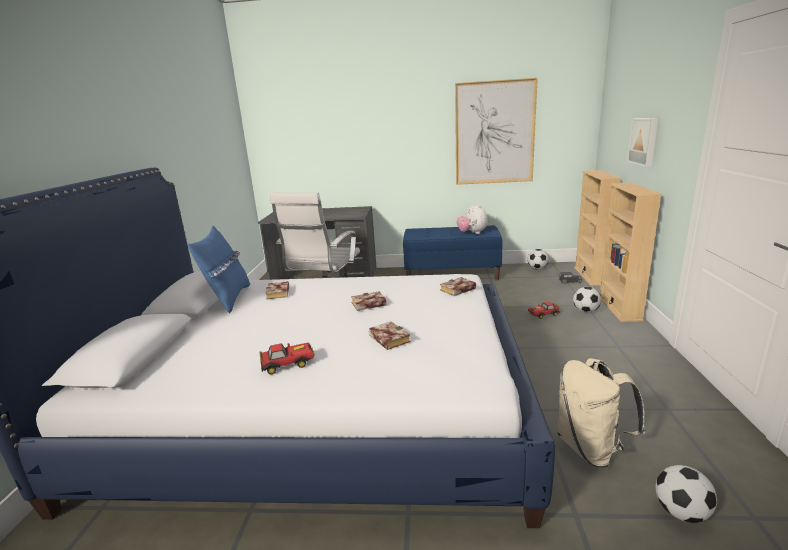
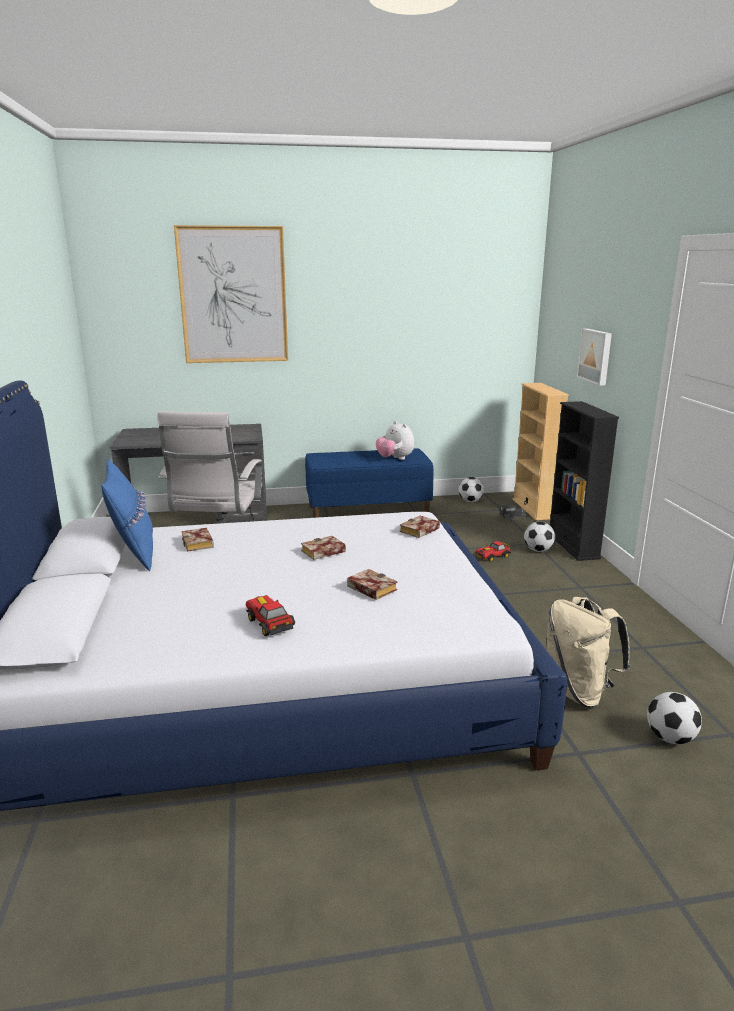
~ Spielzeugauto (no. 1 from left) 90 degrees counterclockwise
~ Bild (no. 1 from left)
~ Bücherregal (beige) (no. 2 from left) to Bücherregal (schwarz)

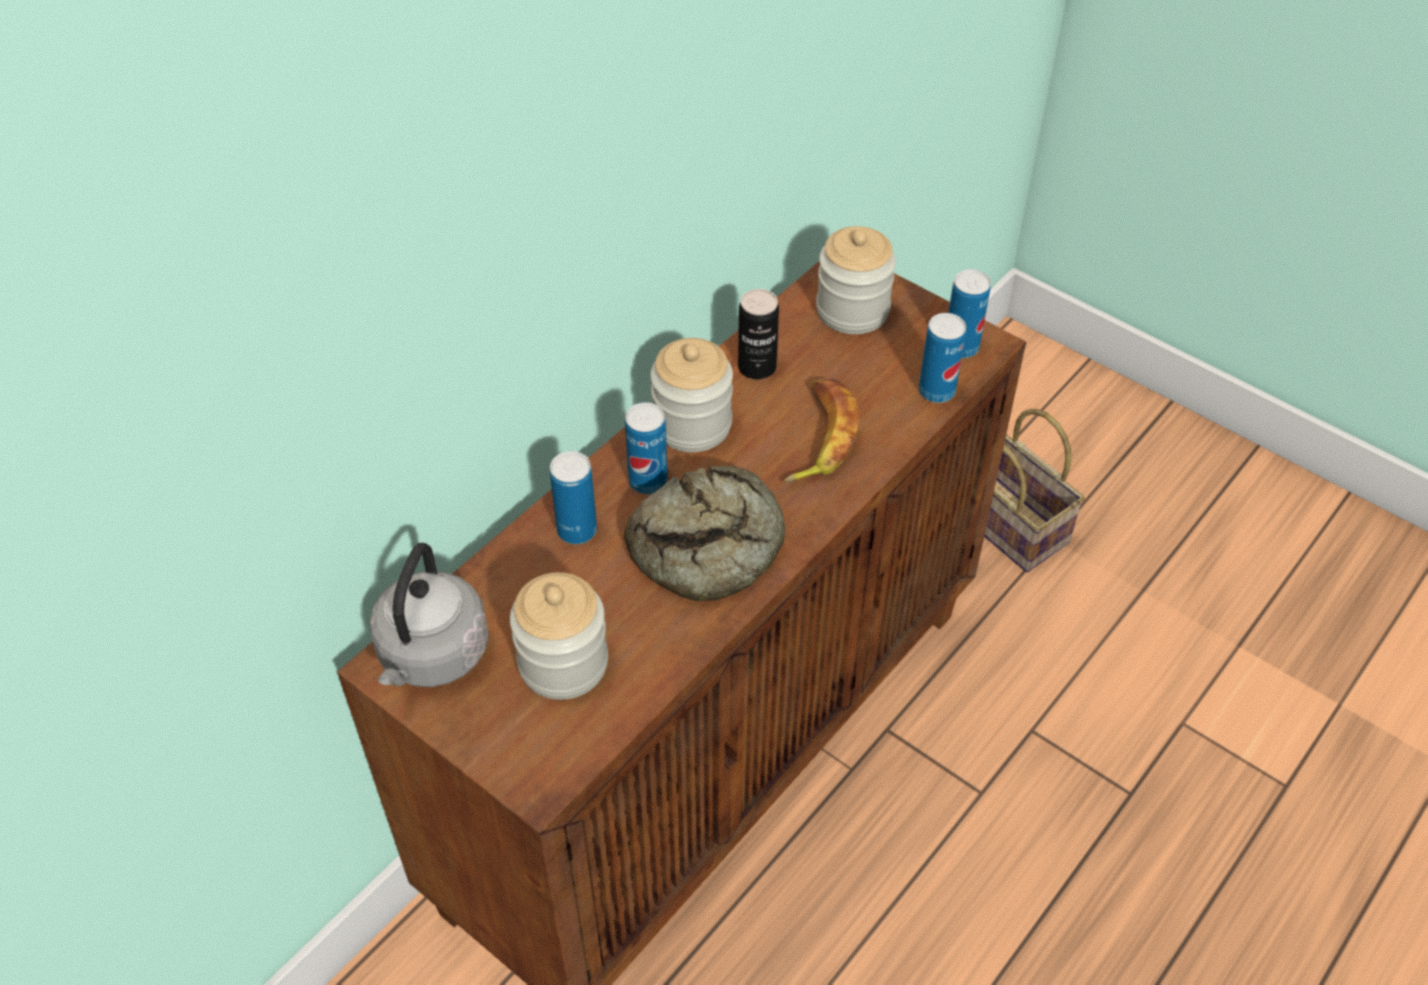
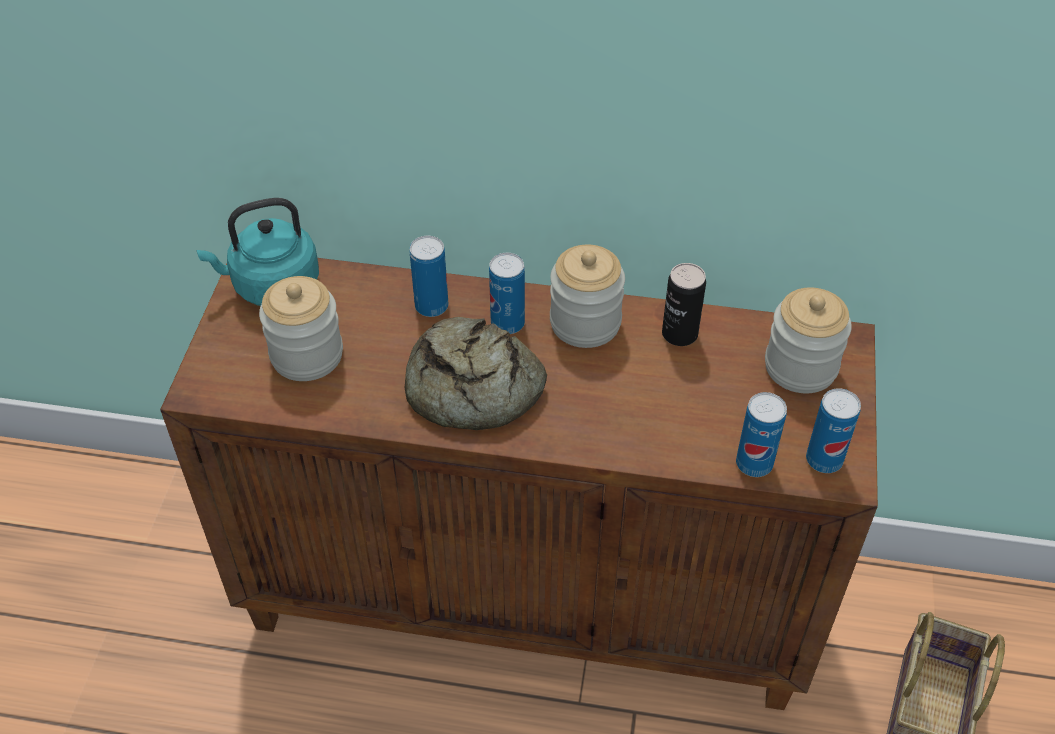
~ Wasserkessel (grau) to Wasserkessel (türkis)
- Banane

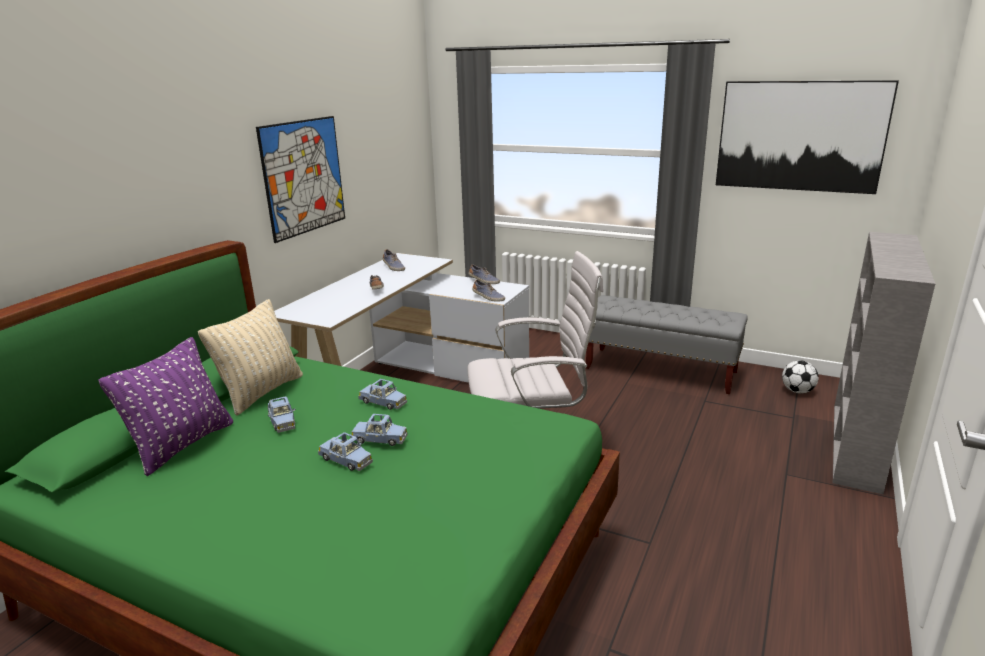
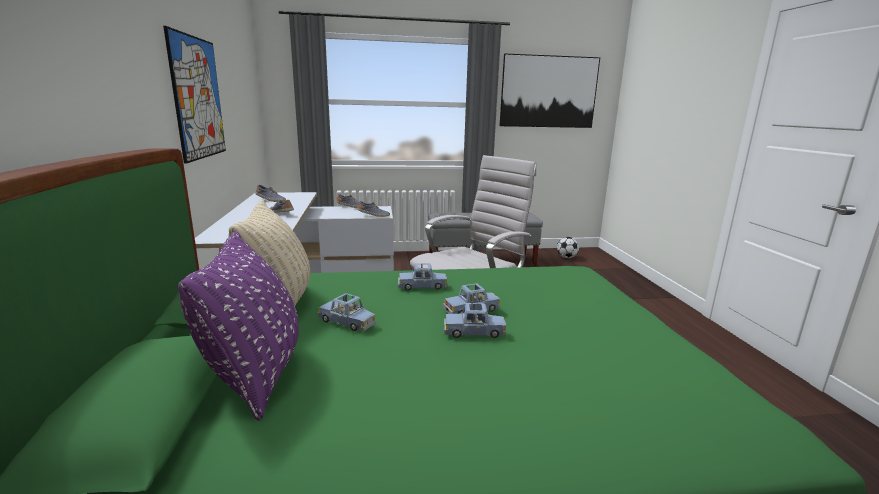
- Bücherregal (grau)

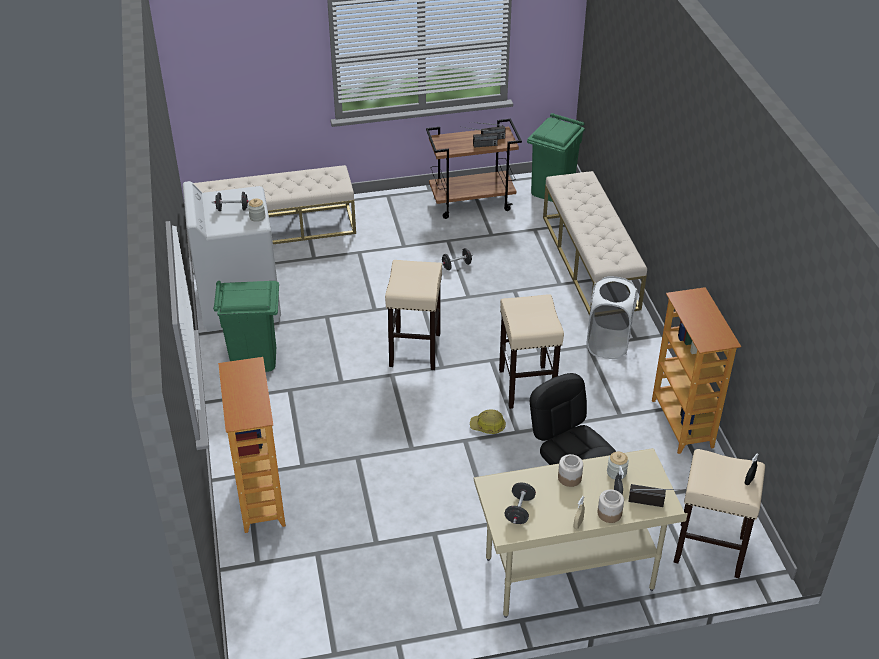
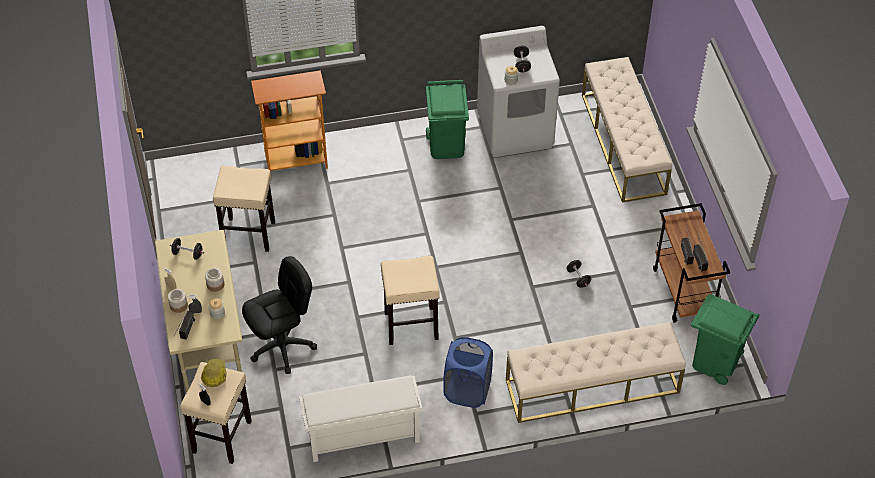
~ Hocker (beige) (no. 1 from left in the first image) to Hocker (beige) (no. 2 from left)
~ Schutzhelm
~ Wäschekorb (weiß) to Wäschekorb (blau)
~ Bücherregal (no. 2 from left) to Schuhregal (weiß)

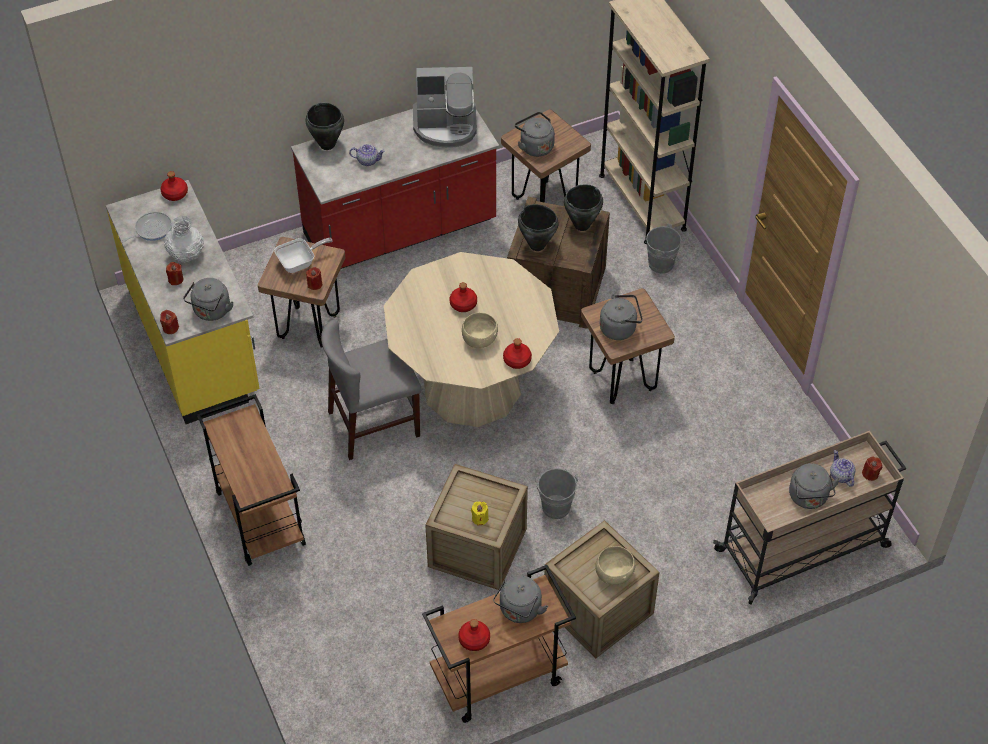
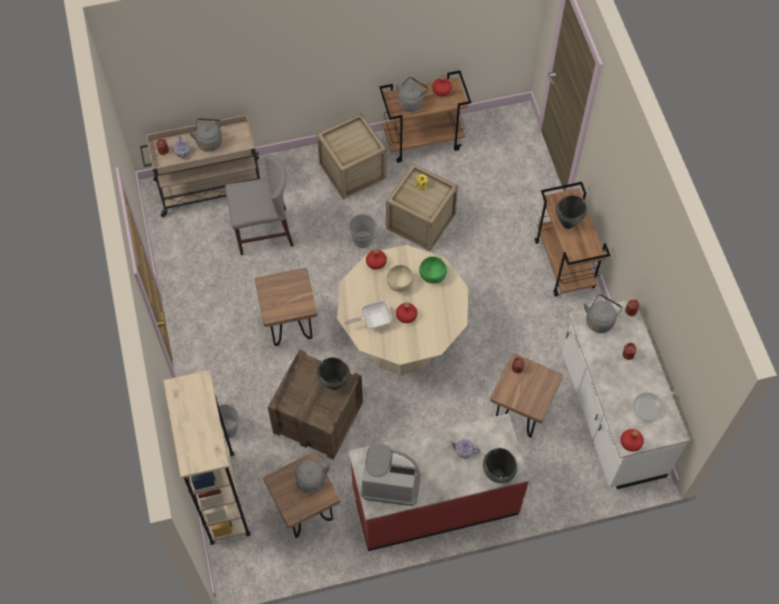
~ Küchenzeile (gelb) to Küchenzeile (weiß)
- Vase (weiß)
~ Pfanne (no. 2 from left in the first image) to Pfanne (no. 1 from left)
~ Stuhl (grau)
~ Kochtopf (schwarz) (no. 3 from left)
- Schüssel (beige) (no. 2 from left)
- Wasserkessel (grau) (no. 4 from left)
+ Schüssel (grün)

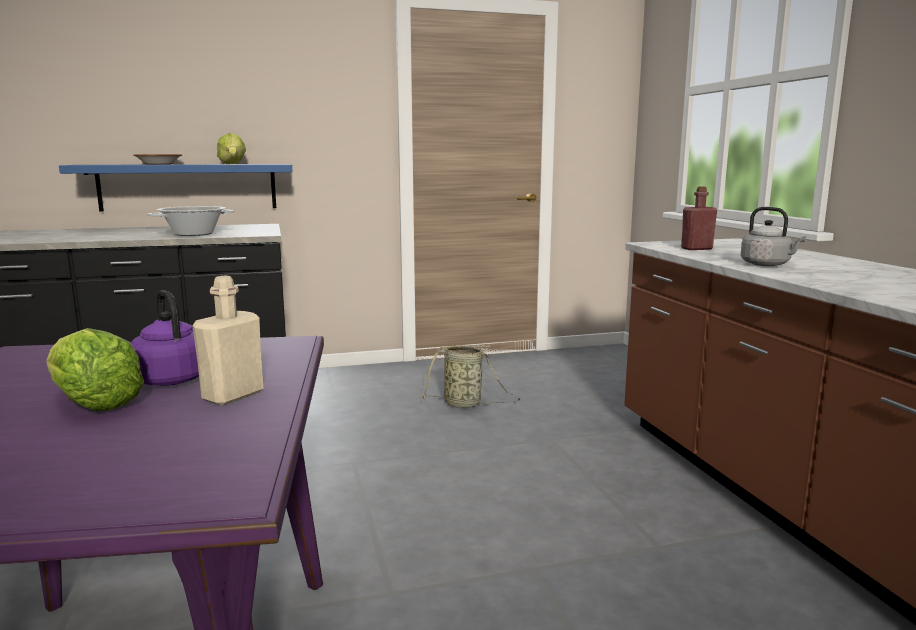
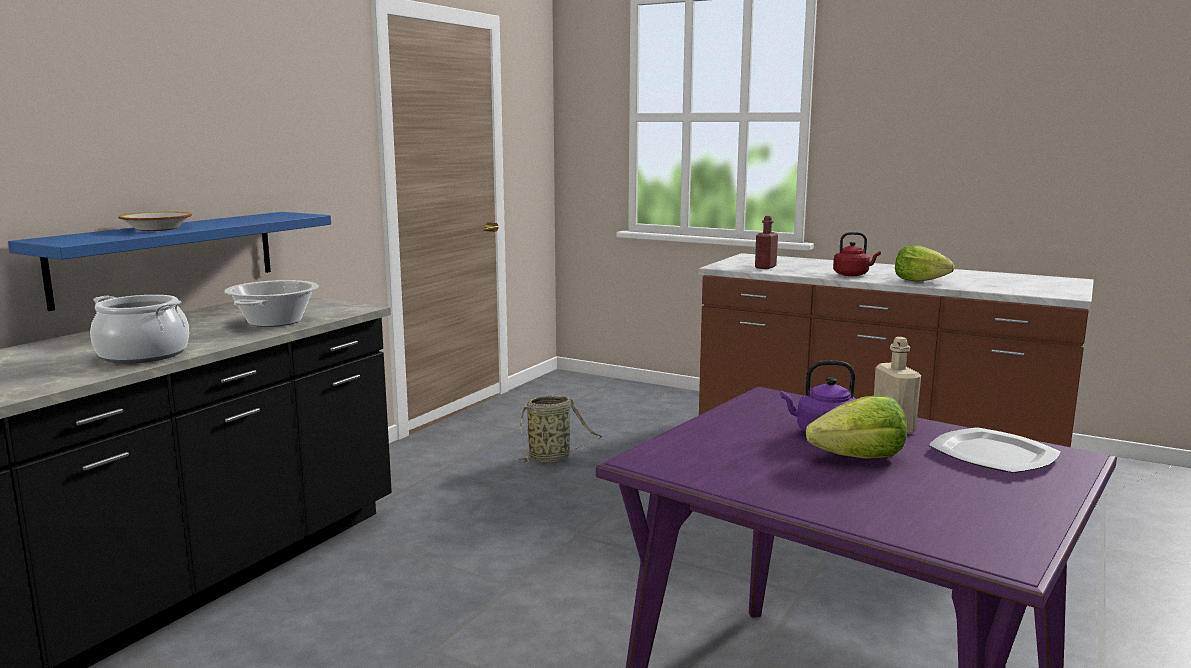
~ Salatkopf (no. 2 from left)
~ Wasserkessel (grau) to Wasserkessel (rot)
+ Kochtopf (no. 1 from left)
+ Teller

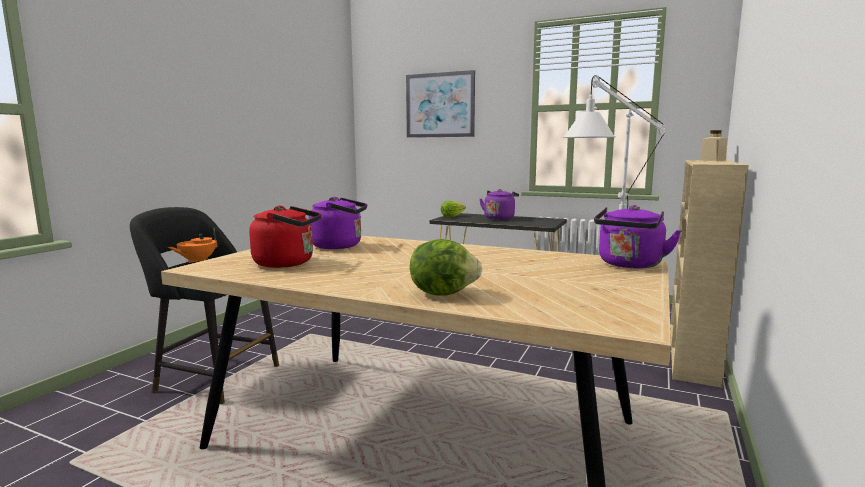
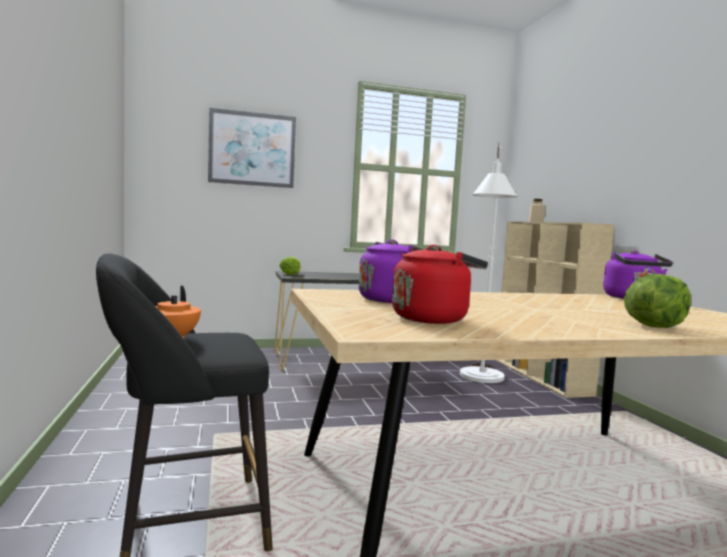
- Wasserkessel (lila) (no. 2 from left)

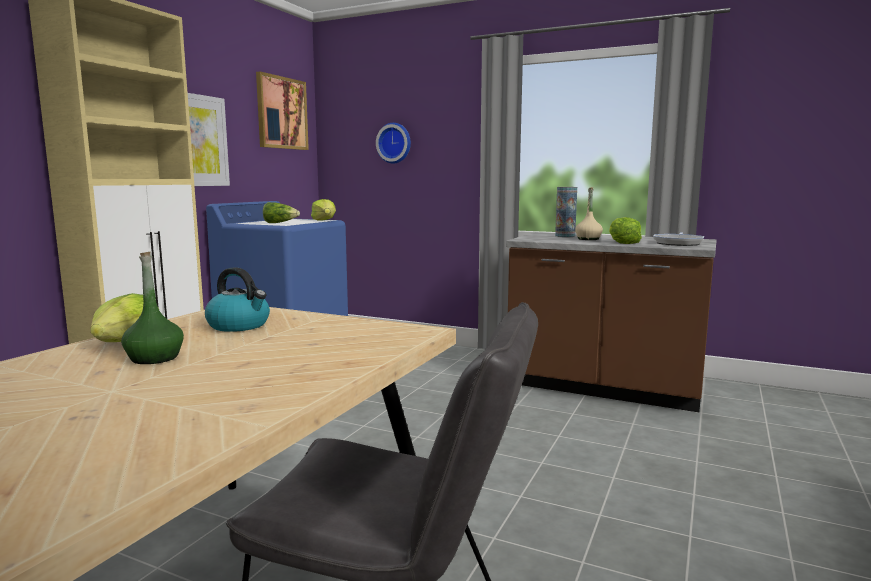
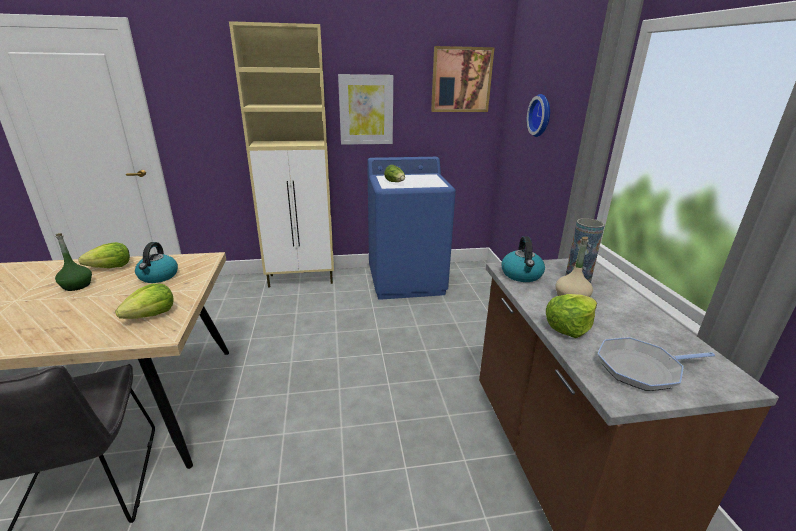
~ Salatkopf (no. 3 from left in the first image) to Salatkopf (no. 2 from left)
+ Wasserkessel (no. 2 from left)

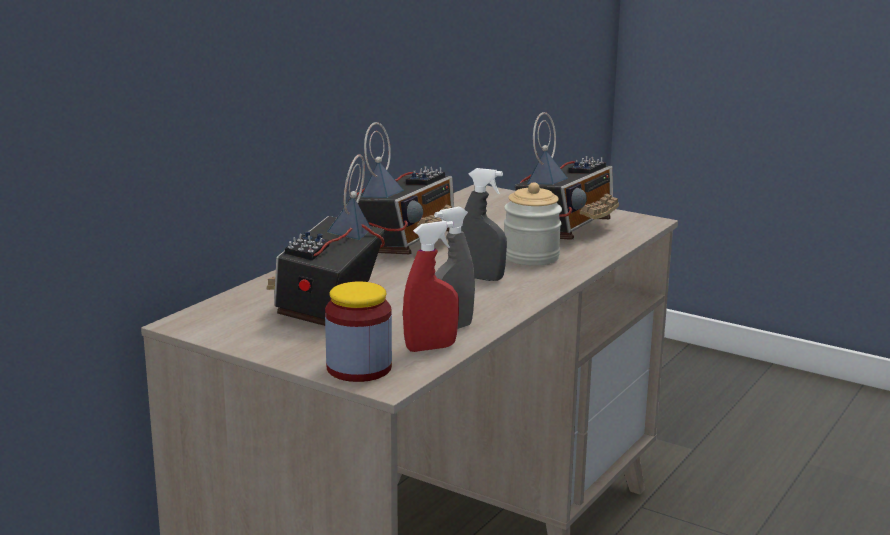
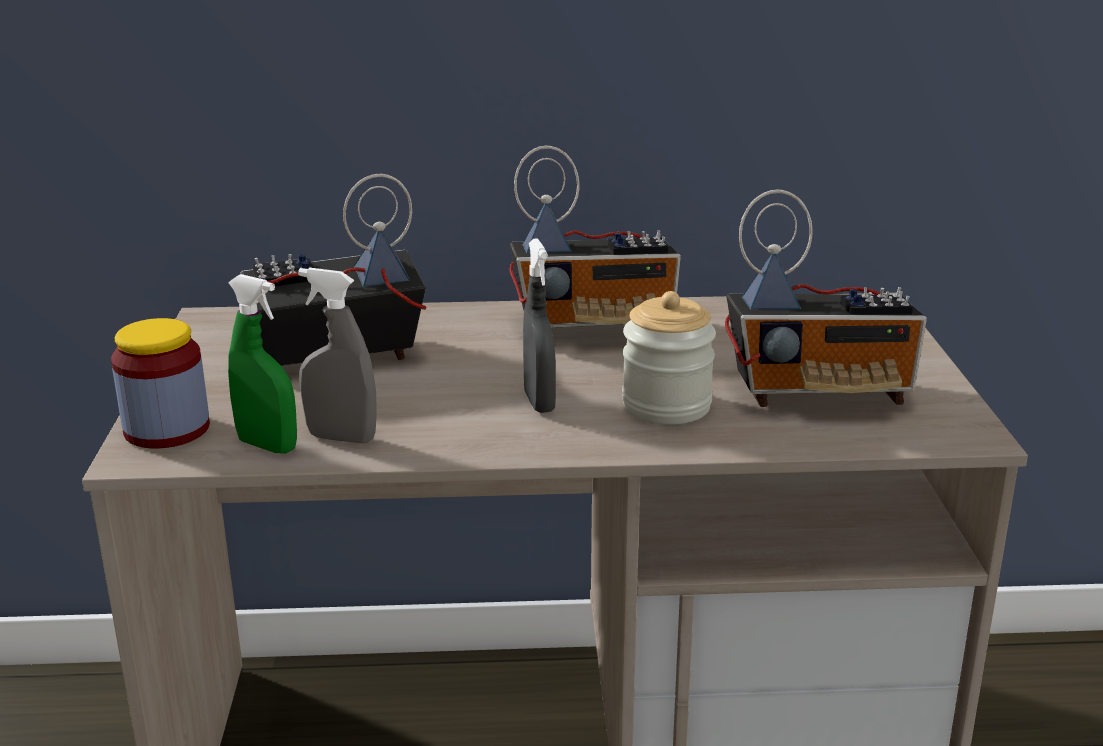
~ Sprühflasche (rot) to Sprühflasche (grün)

